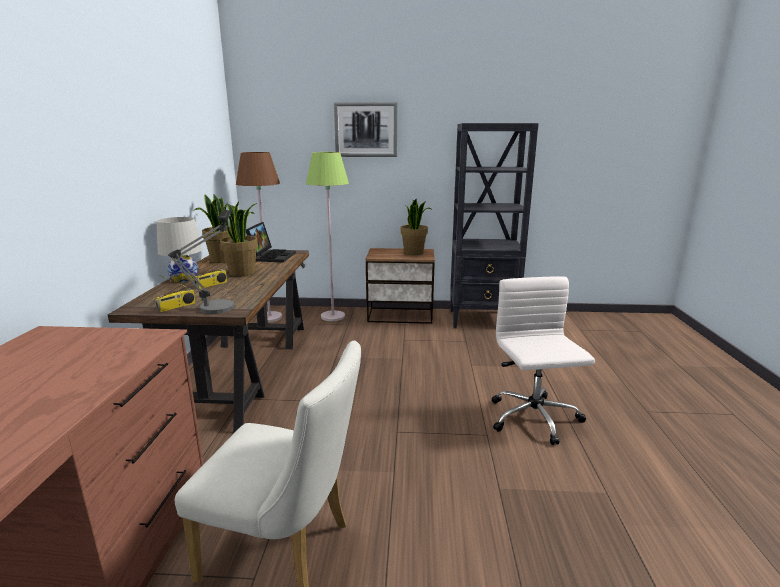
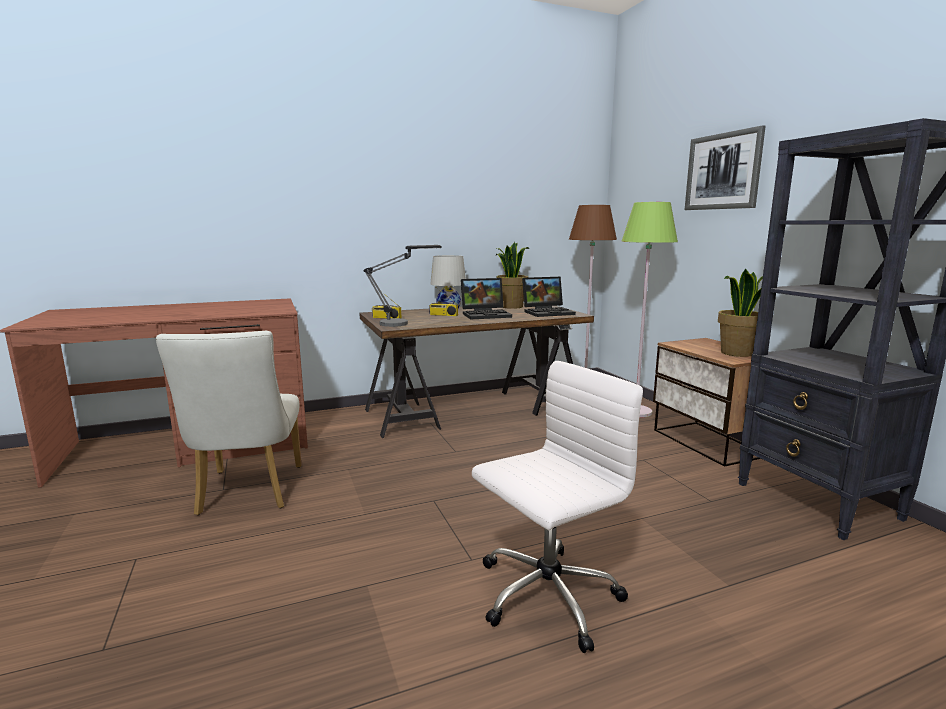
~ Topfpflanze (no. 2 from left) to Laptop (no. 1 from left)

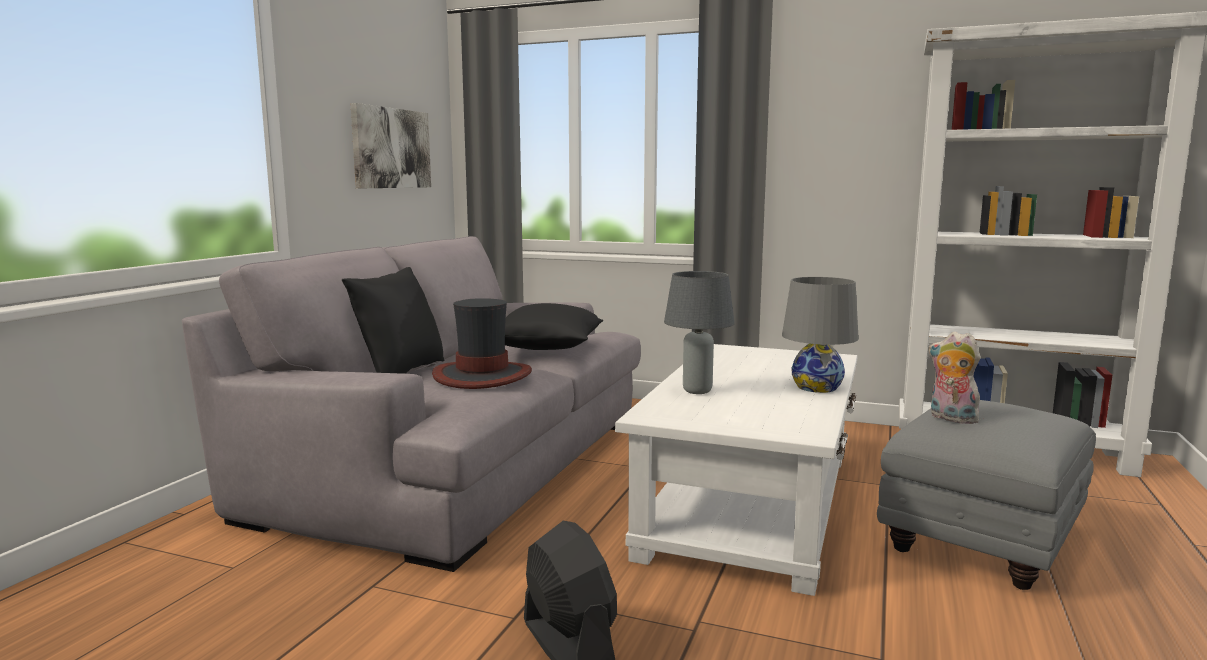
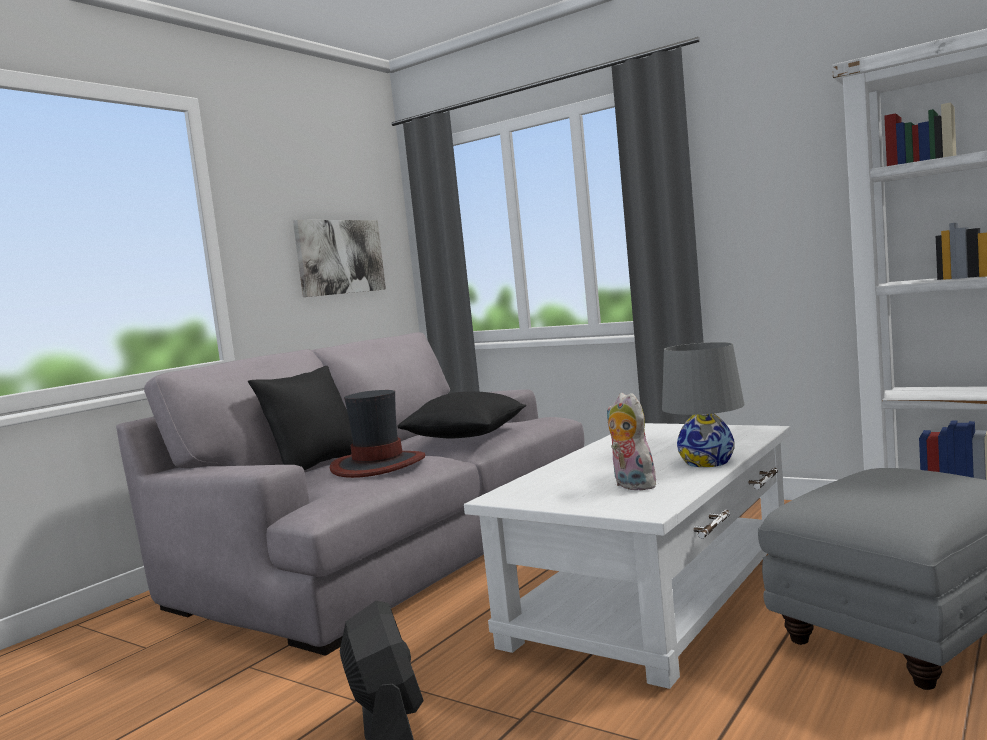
- Tischlampe (grau) (no. 1 from left)
~ Plüschtier

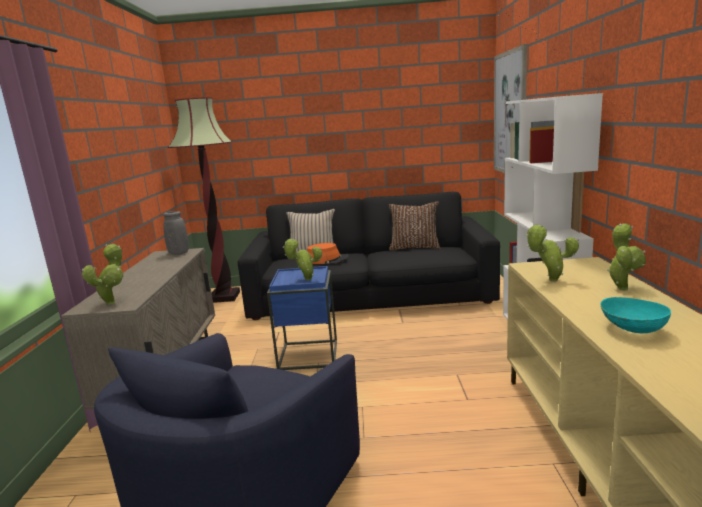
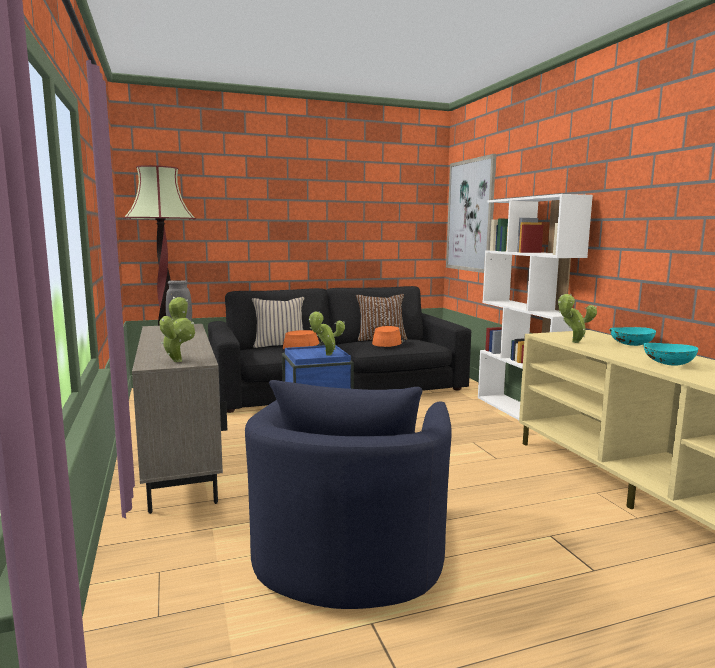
~ Topfpflanze (no. 4 from left) to Schüssel (türkis) (no. 1 from left)
+ Hut (orange) (no. 2 from left)

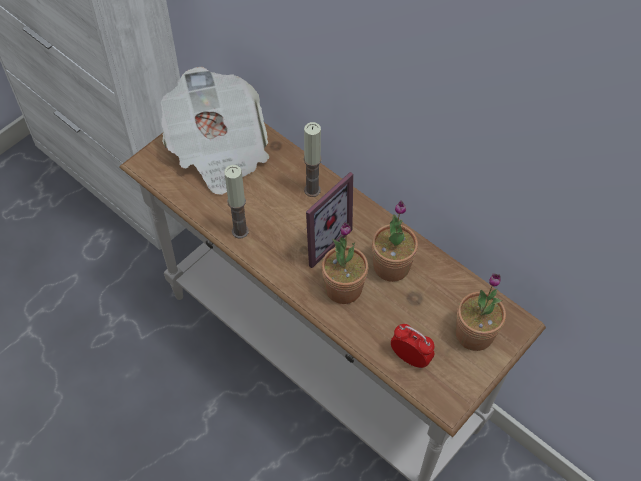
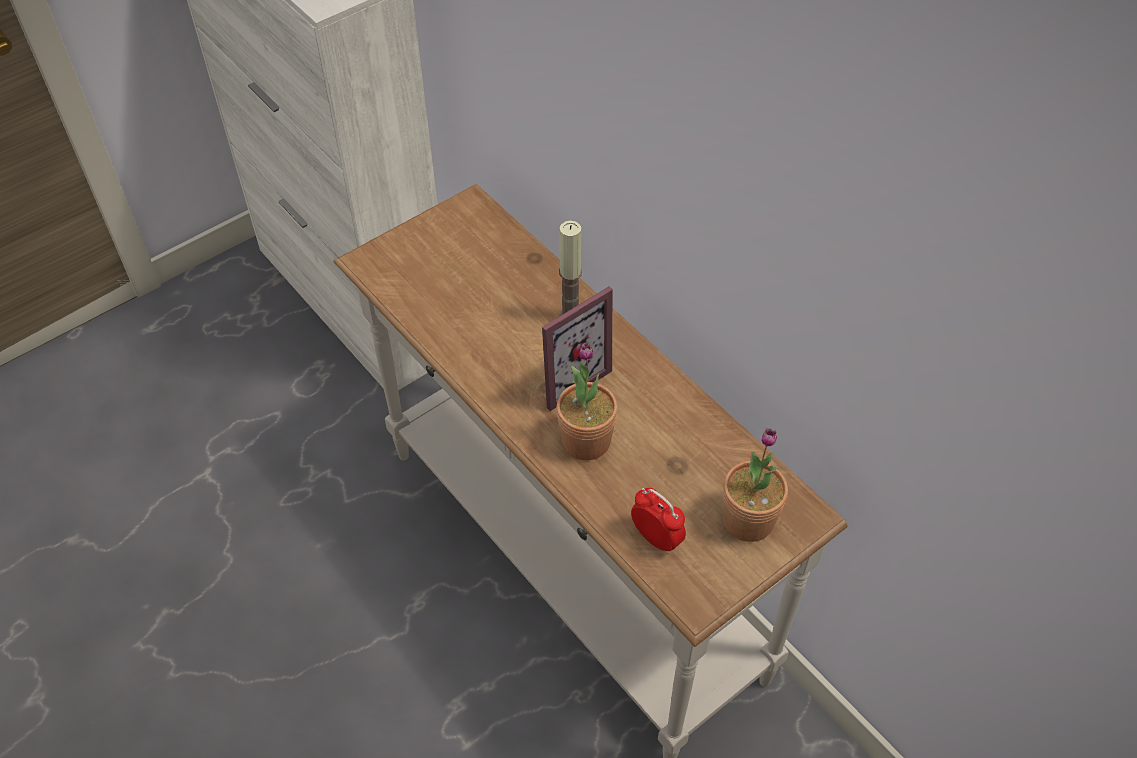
- Zeitung
- Kerze (no. 1 from left)
- Topfpflanze (no. 2 from left)

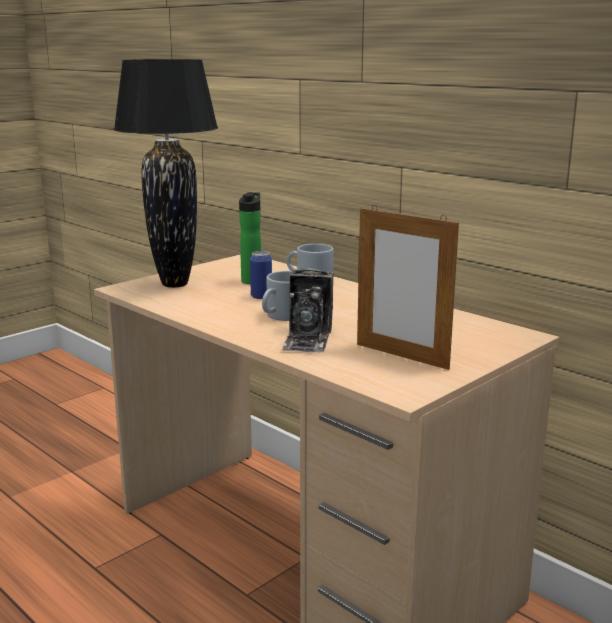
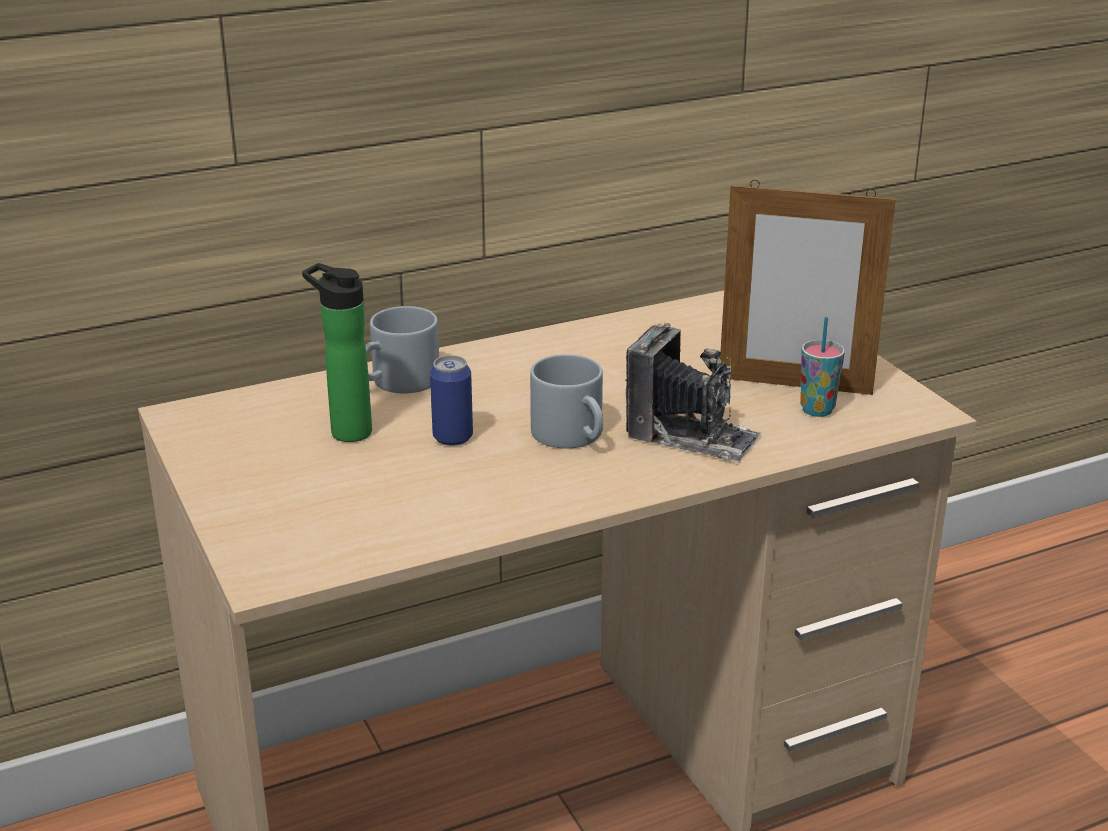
- Tischlampe (schwarz)
~ Bilderrahmen 45 degrees clockwise
+ Tasse

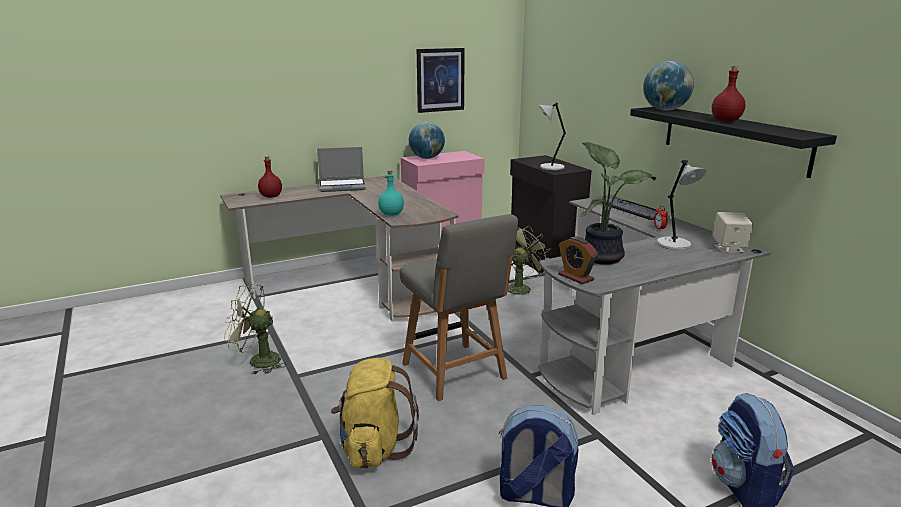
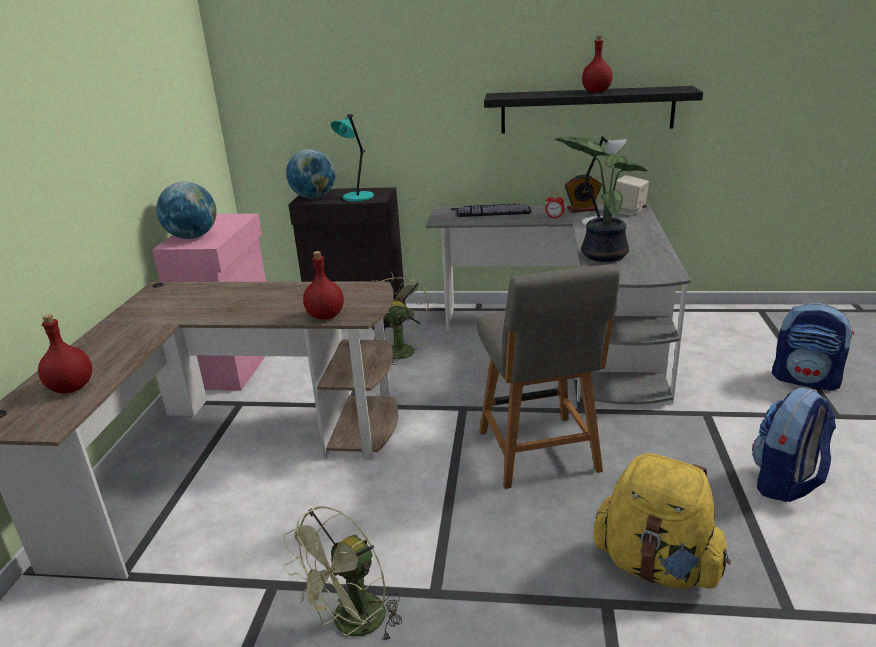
- Laptop
~ Flasche (türkis) to Flasche (rot) (no. 2 from left)
~ Stuhl (grau) 75 degrees clockwise
- Bild
~ Tischlampe (grau) (no. 1 from left) to Tischlampe (türkis)
~ Wecker (no. 1 from left in the first image) to Wecker (no. 2 from left)
~ Globus (no. 2 from left)

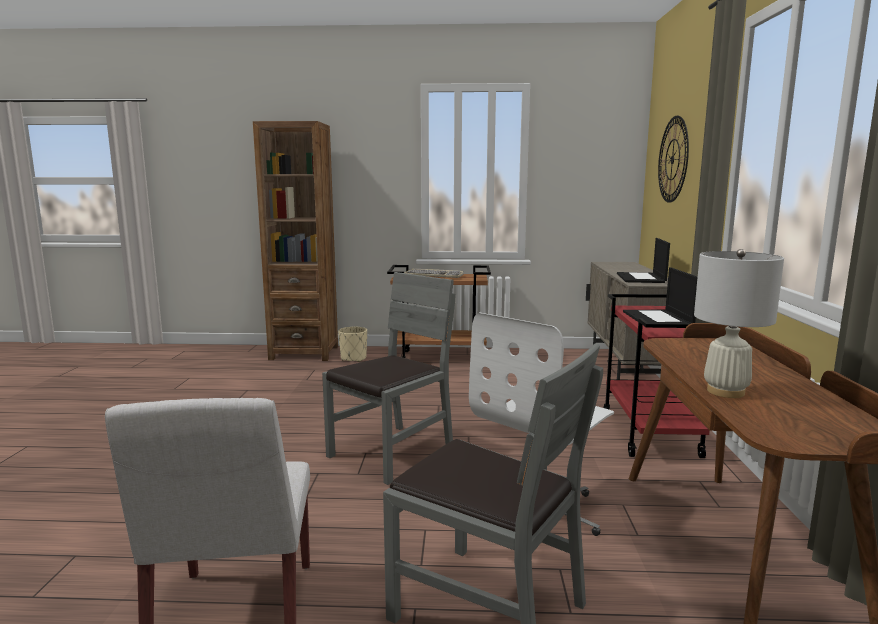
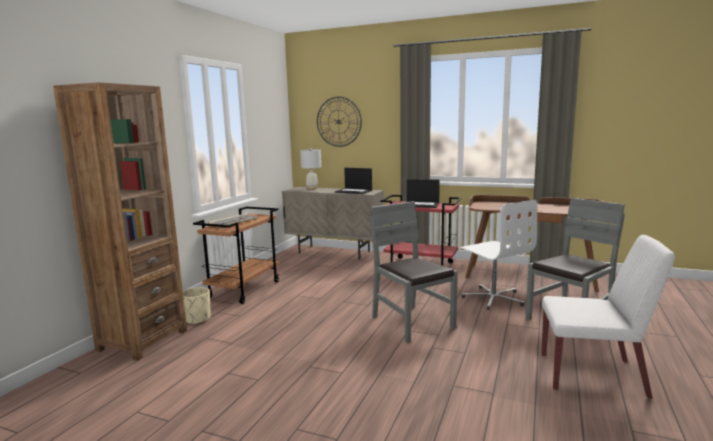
~ Tischlampe (weiß)

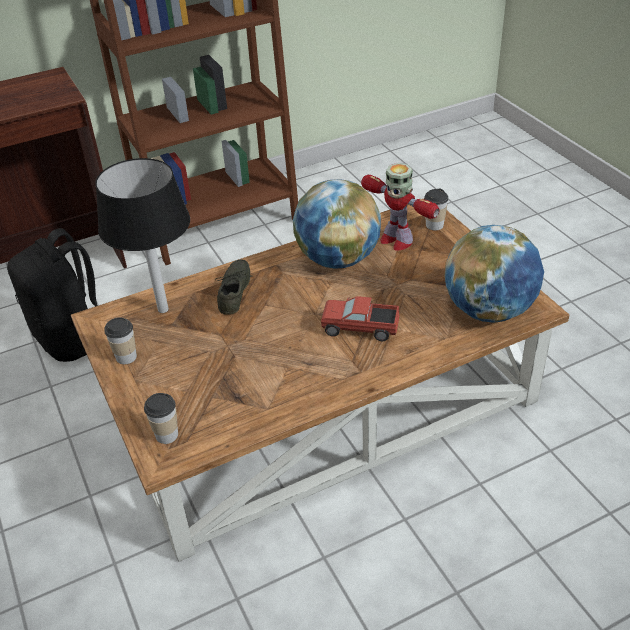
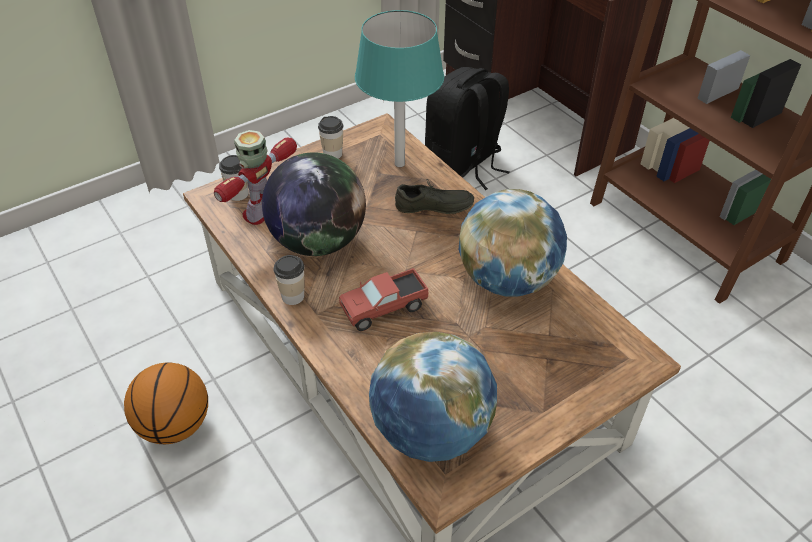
~ Tischlampe (schwarz) to Tischlampe (türkis)
~ Spielzeuglaster 120 degrees counterclockwise
~ Spielzeugroboter
~ Tasse (no. 3 from left in the first image) to Tasse (no. 2 from left)
+ Basketball
+ Globus (no. 1 from left)

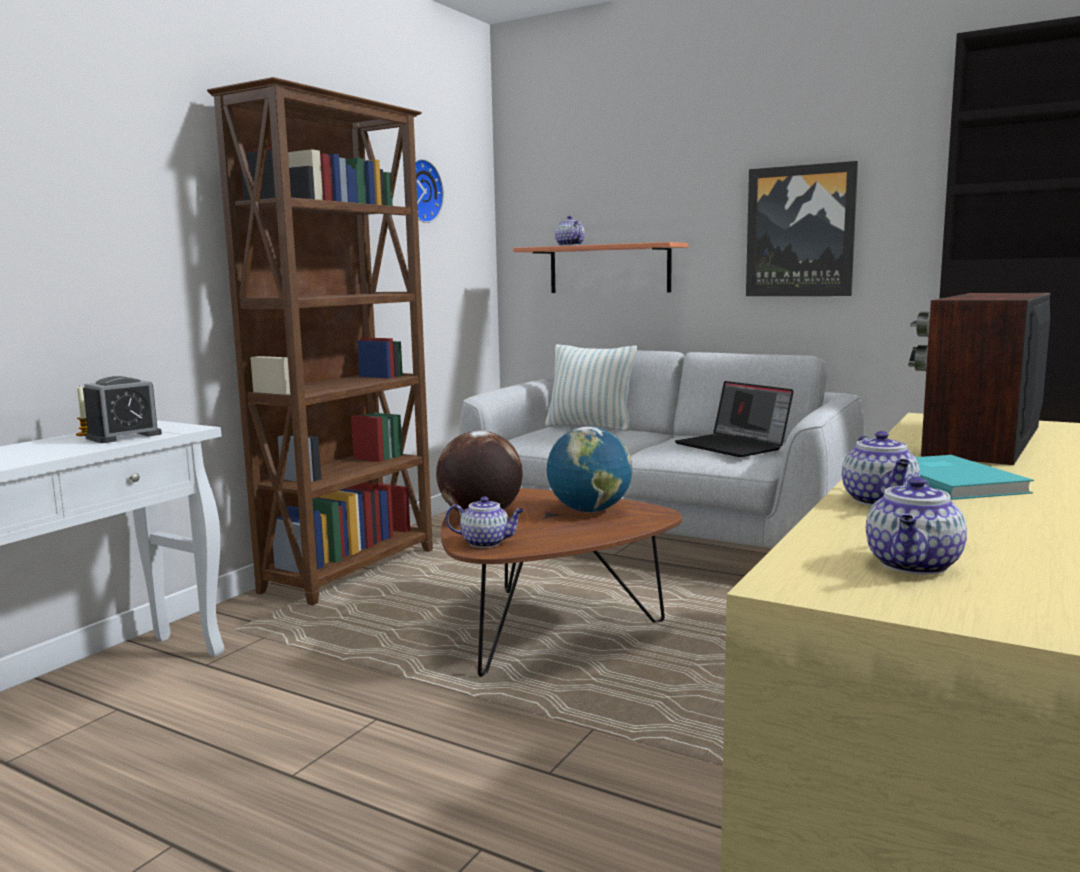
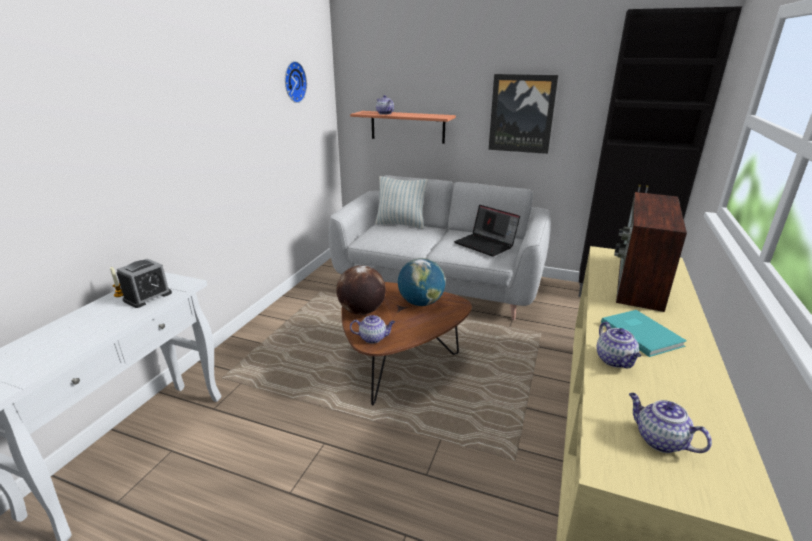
- Bücherregal (braun)
~ Teekanne (no. 4 from left) 120 degrees clockwise

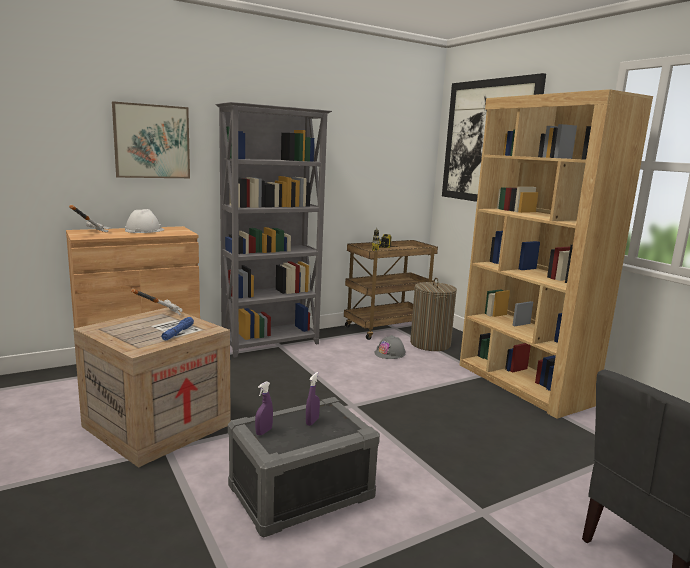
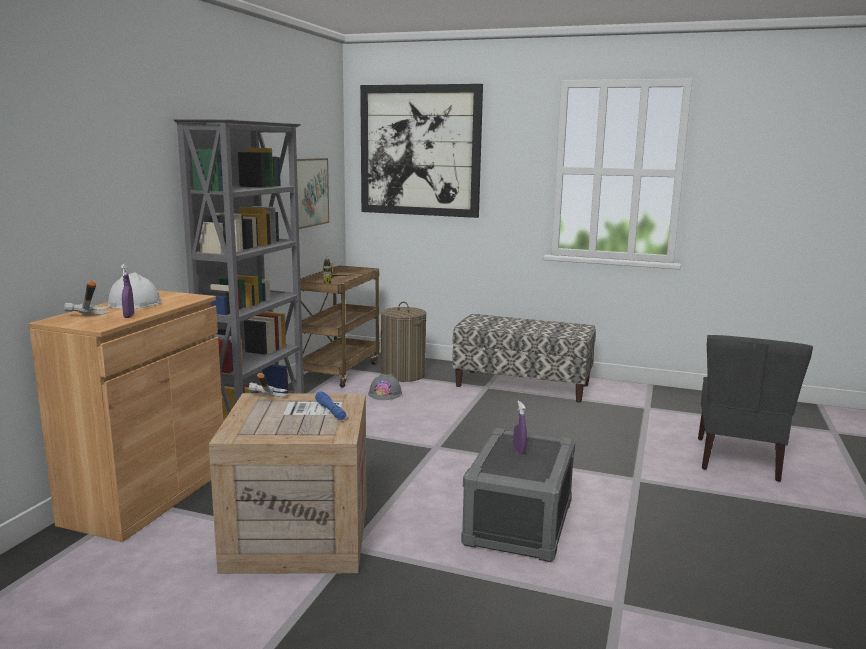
~ Bild (no. 1 from left)
~ Sprühflasche (lila) (no. 1 from left)
~ Bücherregal (braun) to Bank

